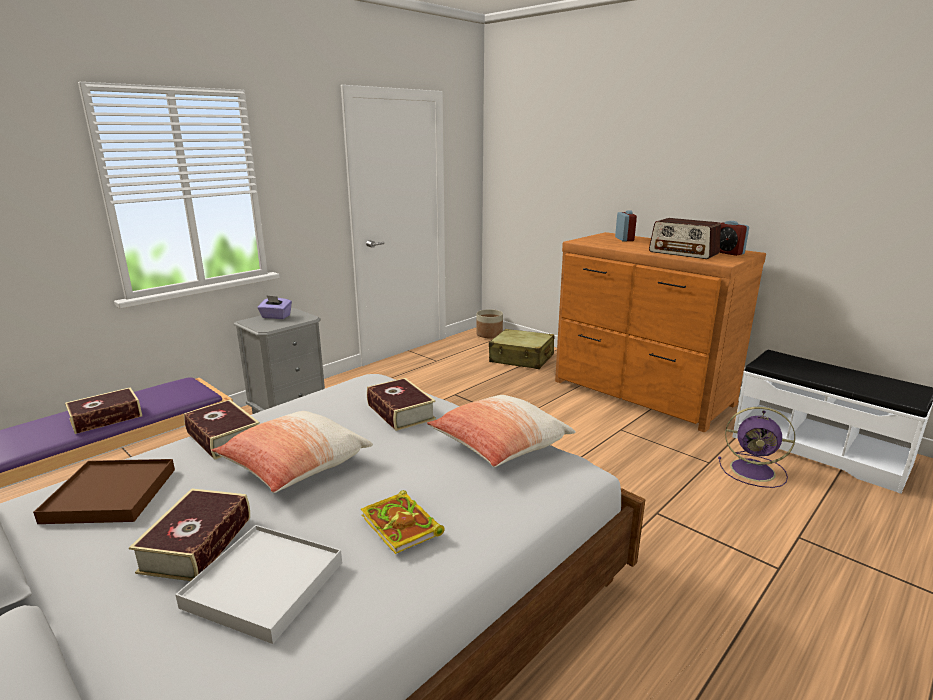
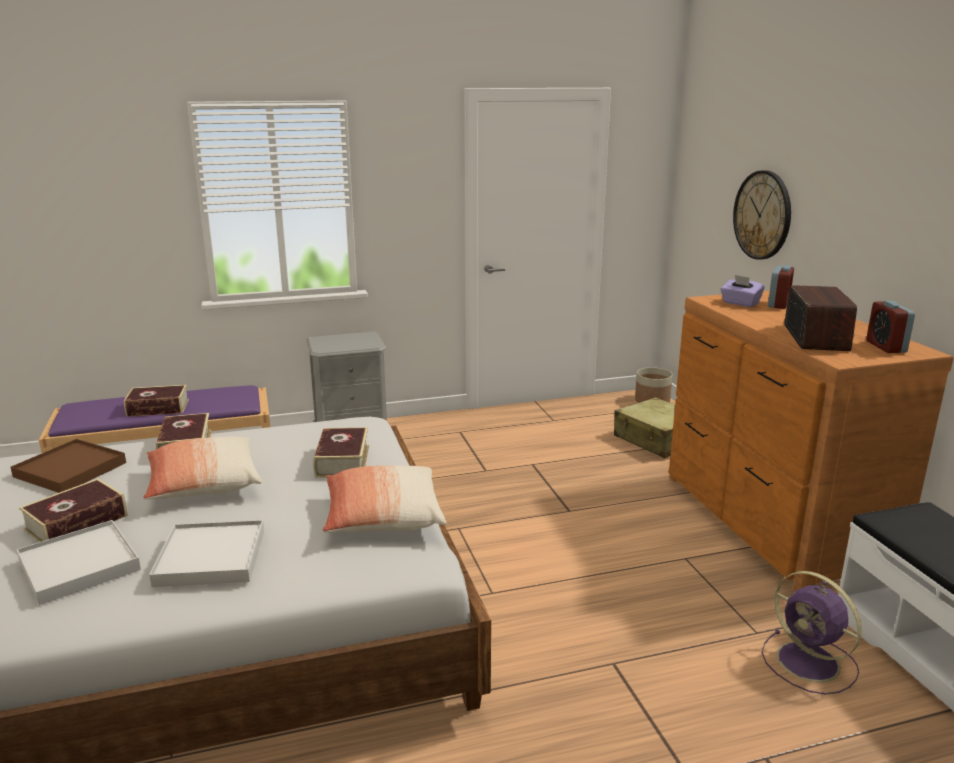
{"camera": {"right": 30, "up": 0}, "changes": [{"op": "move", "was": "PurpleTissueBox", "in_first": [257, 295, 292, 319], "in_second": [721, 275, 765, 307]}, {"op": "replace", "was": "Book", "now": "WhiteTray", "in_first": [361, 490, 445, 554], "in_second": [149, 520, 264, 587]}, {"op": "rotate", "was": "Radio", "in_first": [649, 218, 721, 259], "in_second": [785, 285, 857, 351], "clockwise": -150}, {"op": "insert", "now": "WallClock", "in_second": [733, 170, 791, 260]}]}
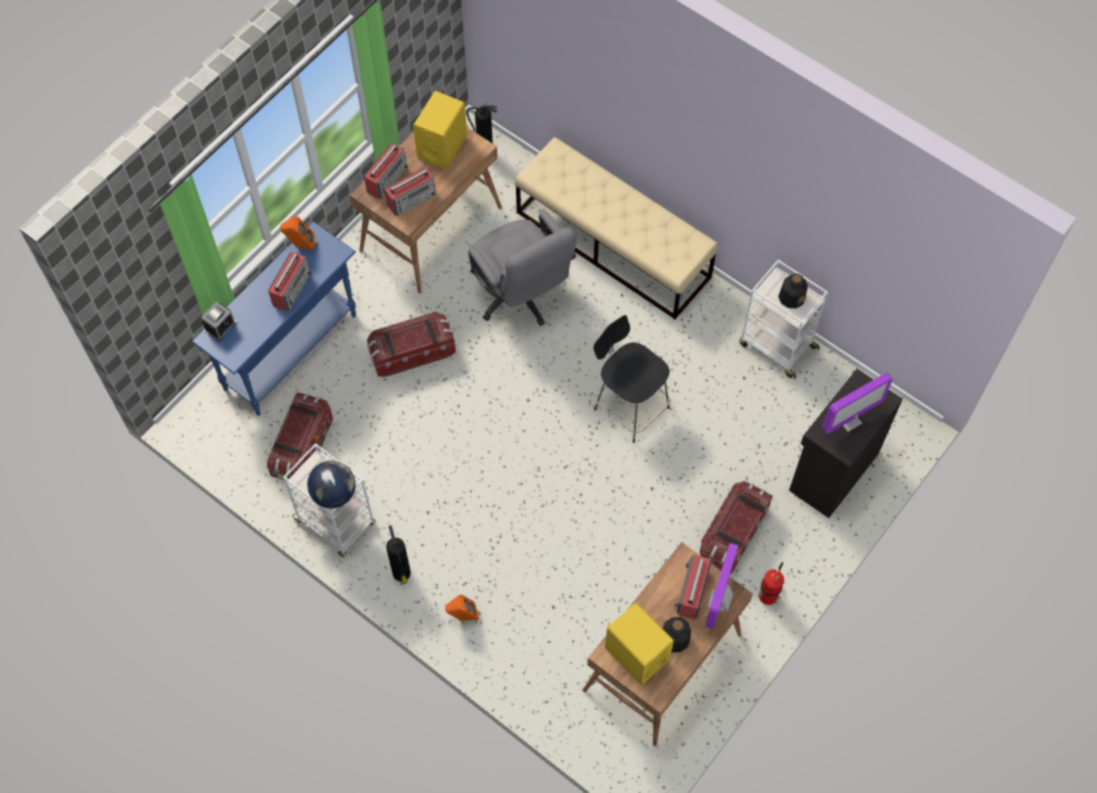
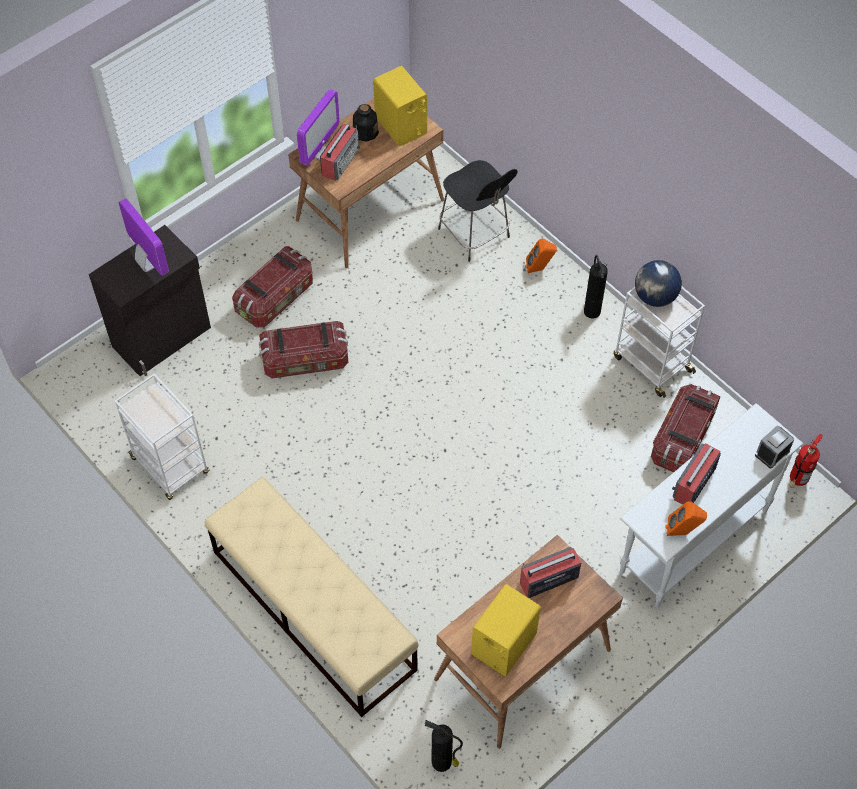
{"camera": {"right": -170, "up": -5}, "changes": [{"op": "recolor", "was": "BlueConsoleTable", "now": "WhiteConsoleTable", "in_first": [192, 221, 356, 416], "in_second": [620, 403, 803, 608]}, {"op": "delete", "was": "Radio", "in_first": [364, 143, 408, 199]}, {"op": "move", "was": "StorageBox", "in_first": [367, 312, 456, 377], "in_second": [259, 321, 348, 378]}, {"op": "delete", "was": "GreyOfficeChair", "in_first": [468, 209, 576, 326]}, {"op": "move", "was": "BlackStool", "in_first": [593, 315, 670, 443], "in_second": [438, 160, 518, 262]}, {"op": "move", "was": "FireExtinguisher", "in_first": [759, 562, 784, 605], "in_second": [789, 434, 823, 488]}, {"op": "delete", "was": "Bottle", "in_first": [778, 274, 808, 308]}, {"op": "rotate", "was": "Monitor", "in_first": [822, 373, 893, 434], "in_second": [119, 199, 169, 276], "clockwise": 75}]}
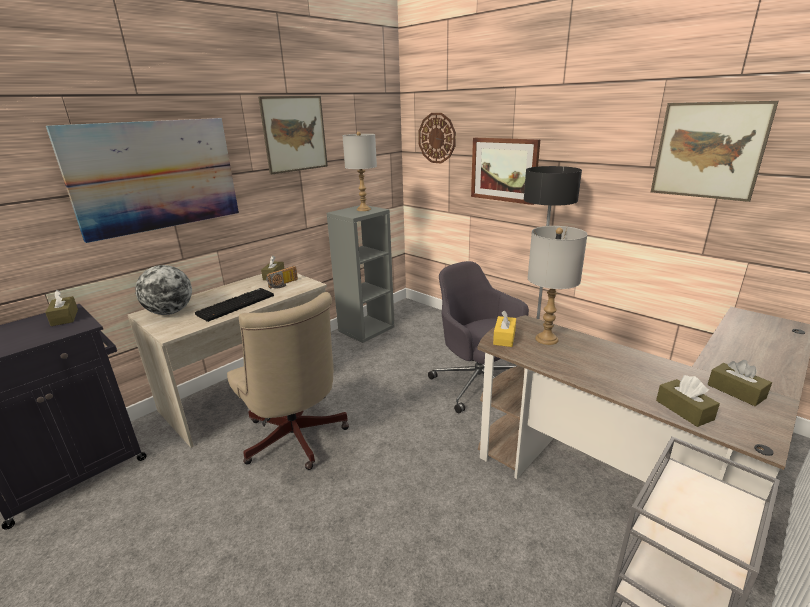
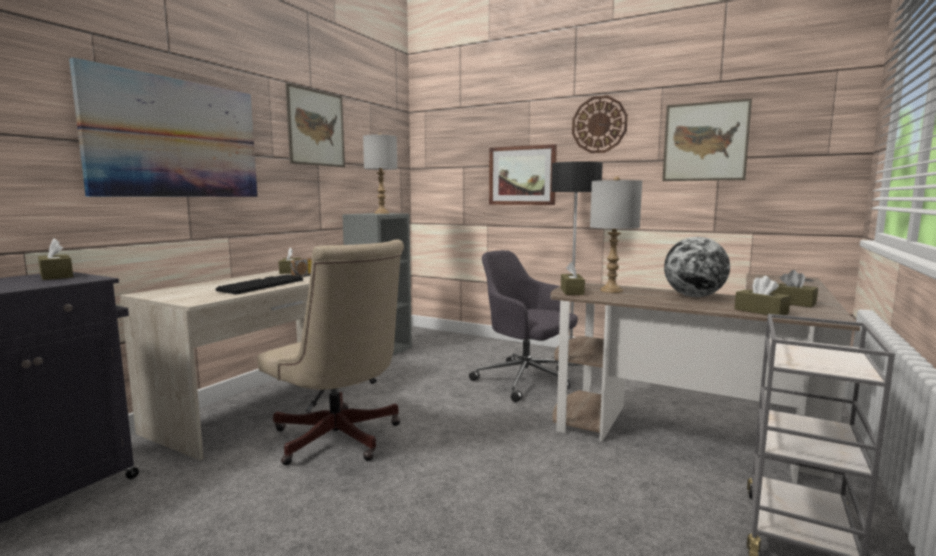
{"camera": {"right": -15, "up": -15}, "changes": [{"op": "move", "was": "Globe", "in_first": [136, 265, 192, 315], "in_second": [664, 237, 730, 297]}, {"op": "move", "was": "WallClock", "in_first": [418, 113, 456, 163], "in_second": [572, 95, 628, 153]}, {"op": "recolor", "was": "YellowTissueBox", "now": "BrownTissueBox", "in_first": [493, 311, 516, 347], "in_second": [561, 262, 585, 295]}]}
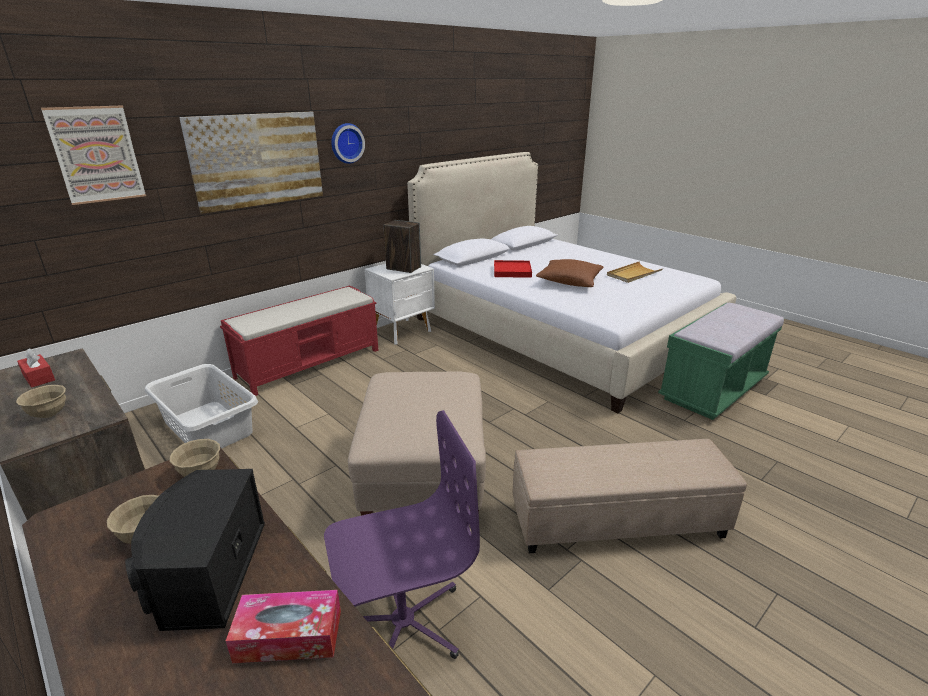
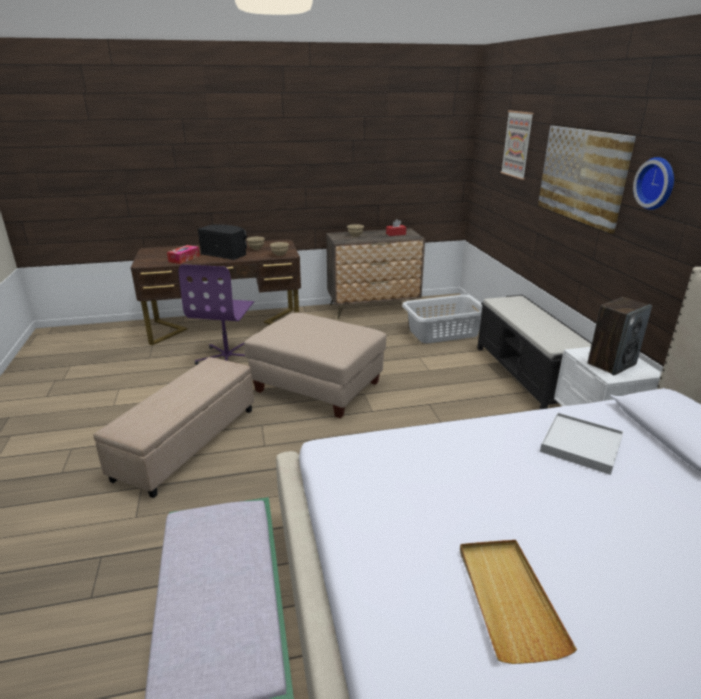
{"camera": {"right": 120, "up": 0}, "changes": [{"op": "recolor", "was": "RedBench", "now": "BlackBench", "in_first": [220, 286, 379, 396], "in_second": [477, 295, 592, 409]}, {"op": "recolor", "was": "RedTray", "now": "WhiteTray", "in_first": [494, 260, 532, 278], "in_second": [540, 412, 624, 475]}, {"op": "delete", "was": "BrownPillow", "in_first": [536, 259, 604, 287]}]}
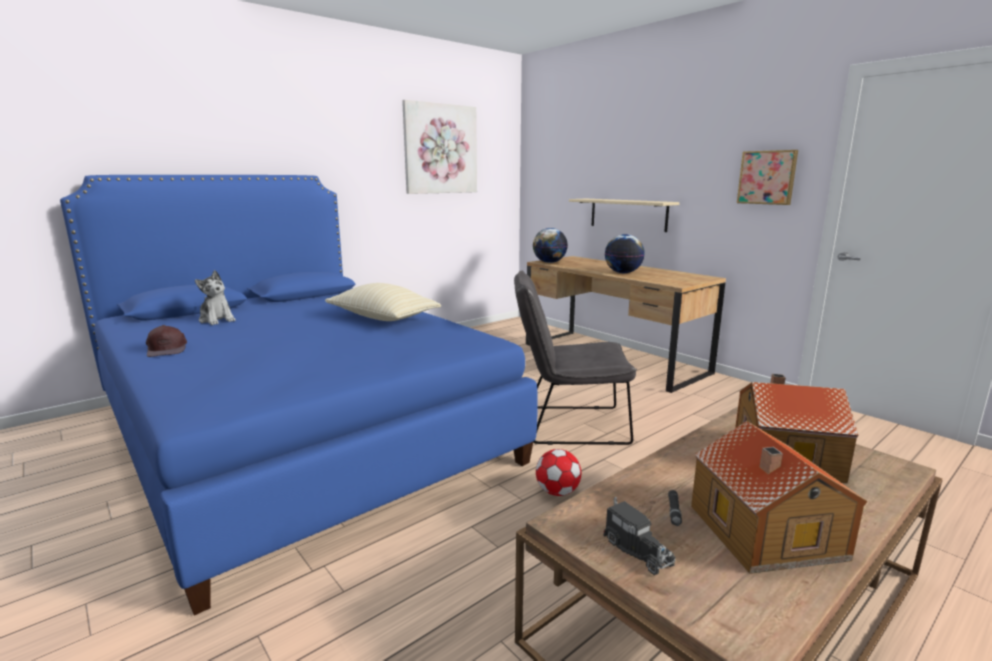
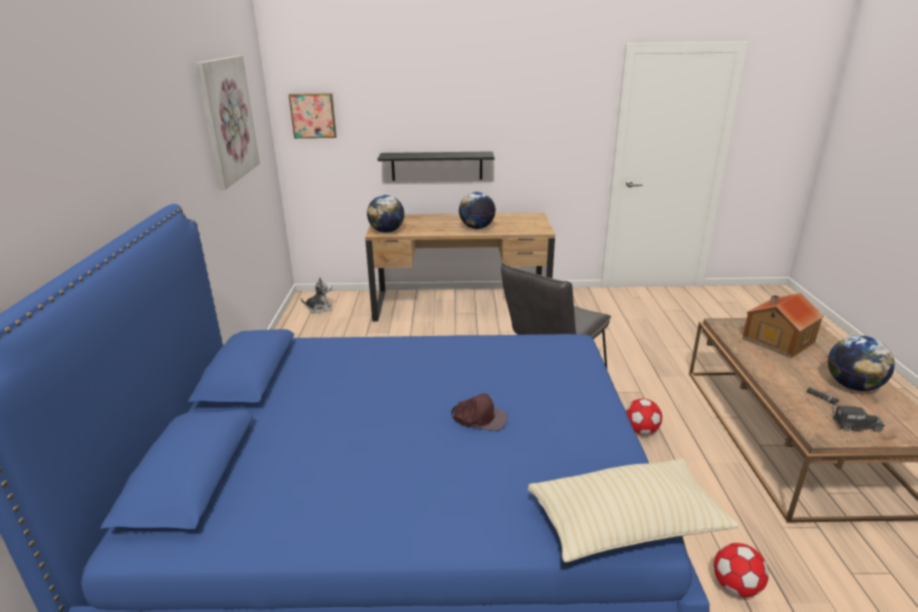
{"camera": {"right": -50, "up": 10}, "changes": [{"op": "move", "was": "BrownCap", "in_first": [146, 325, 187, 357], "in_second": [451, 393, 508, 431]}, {"op": "move", "was": "PlushToy", "in_first": [195, 270, 236, 325], "in_second": [301, 277, 332, 313]}, {"op": "move", "was": "BeigePillow", "in_first": [325, 283, 441, 321], "in_second": [528, 459, 739, 562]}, {"op": "recolor", "was": "BeigeShelf", "now": "BlackShelf", "in_first": [569, 199, 680, 232], "in_second": [378, 151, 494, 181]}, {"op": "replace", "was": "ToyHouse", "now": "Globe", "in_first": [691, 421, 868, 574], "in_second": [828, 335, 895, 391]}, {"op": "move", "was": "Picture", "in_first": [737, 150, 798, 205], "in_second": [288, 93, 337, 138]}, {"op": "insert", "now": "Football", "in_second": [714, 543, 769, 597]}]}
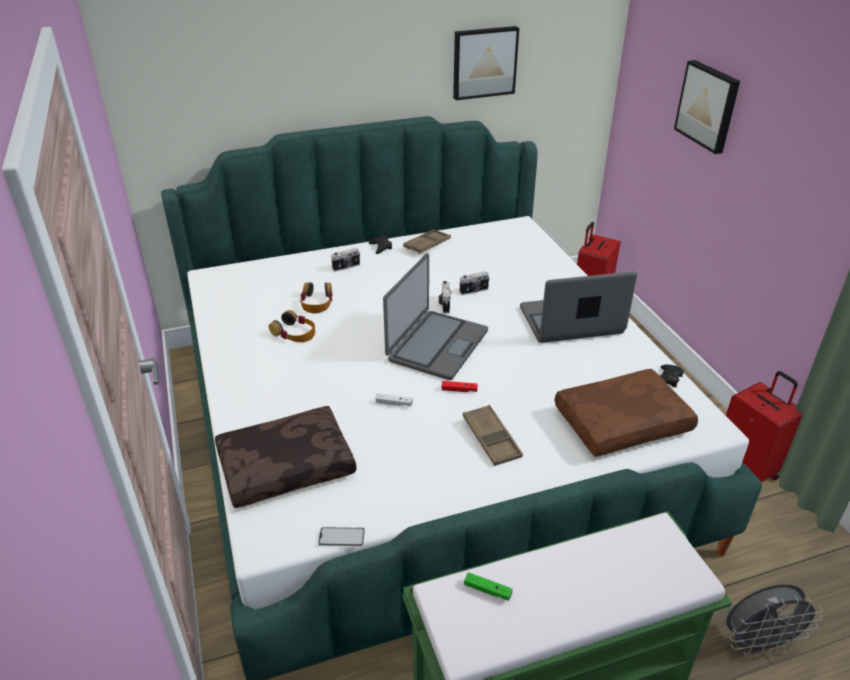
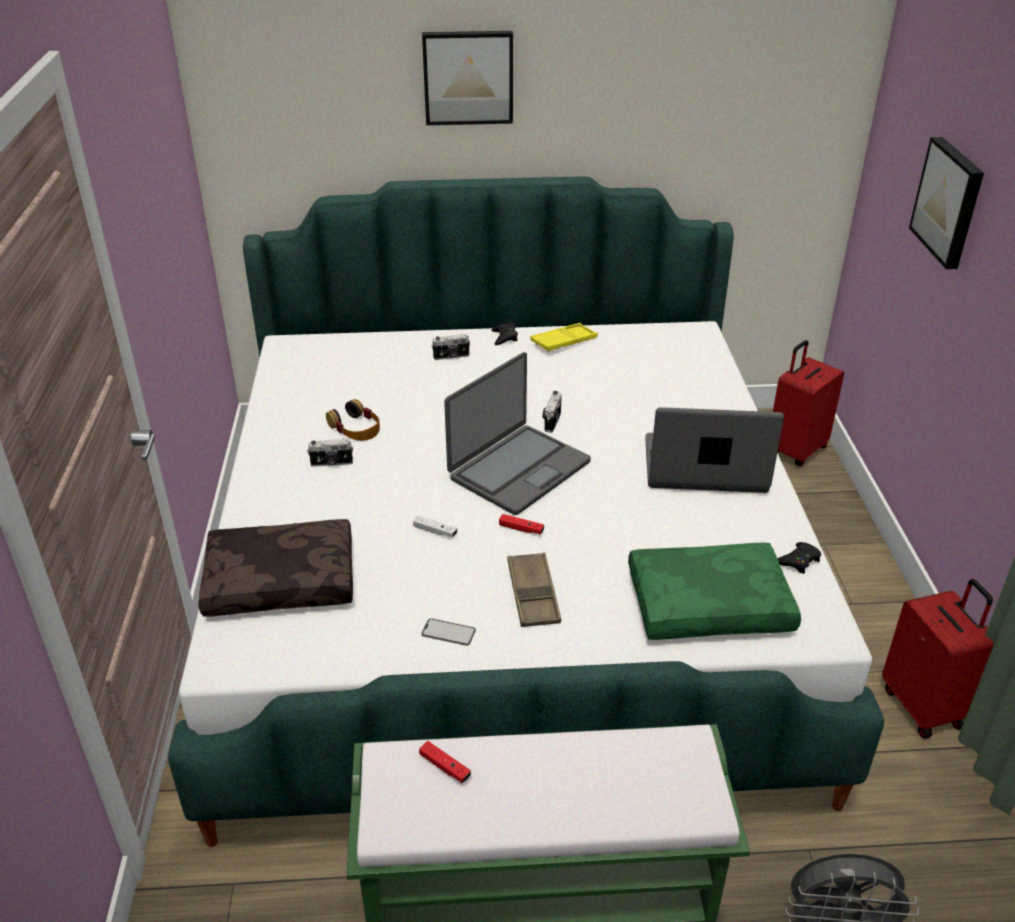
{"camera": {"right": 15, "up": 0}, "changes": [{"op": "delete", "was": "Headphones", "in_first": [300, 282, 333, 313]}, {"op": "move", "was": "Phone", "in_first": [318, 527, 365, 546], "in_second": [421, 618, 476, 646]}, {"op": "recolor", "was": "BrownTray", "now": "YellowTray", "in_first": [403, 229, 451, 254], "in_second": [530, 323, 598, 352]}, {"op": "move", "was": "Picture", "in_first": [453, 26, 519, 100], "in_second": [422, 31, 513, 125]}, {"op": "move", "was": "PhotoCamera", "in_first": [459, 271, 490, 295], "in_second": [307, 439, 353, 467]}, {"op": "recolor", "was": "GreenGameController", "now": "RedGameController", "in_first": [464, 572, 513, 601], "in_second": [419, 741, 471, 783]}, {"op": "recolor", "was": "BrownPillow", "now": "GreenPillow", "in_first": [555, 369, 698, 457], "in_second": [628, 543, 801, 640]}]}
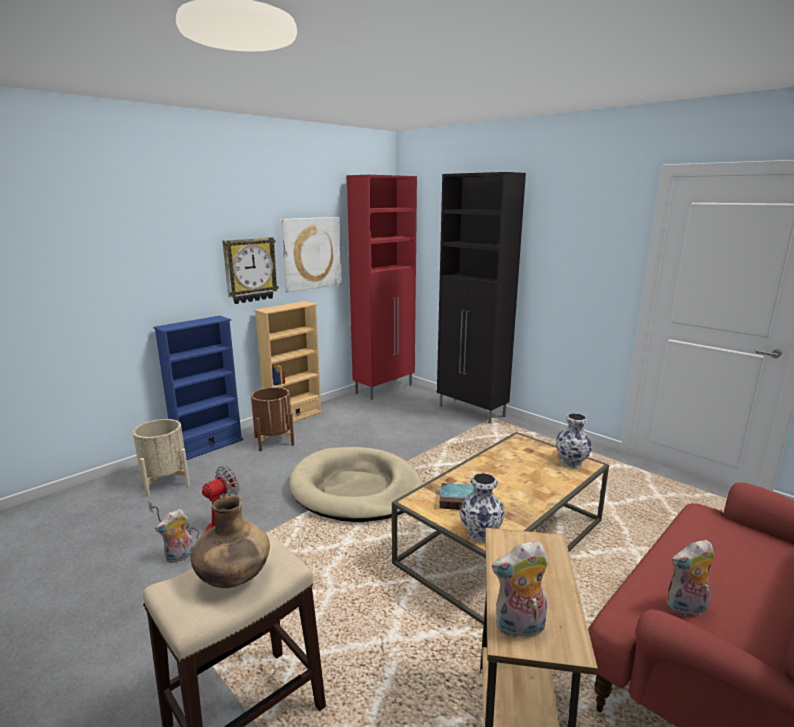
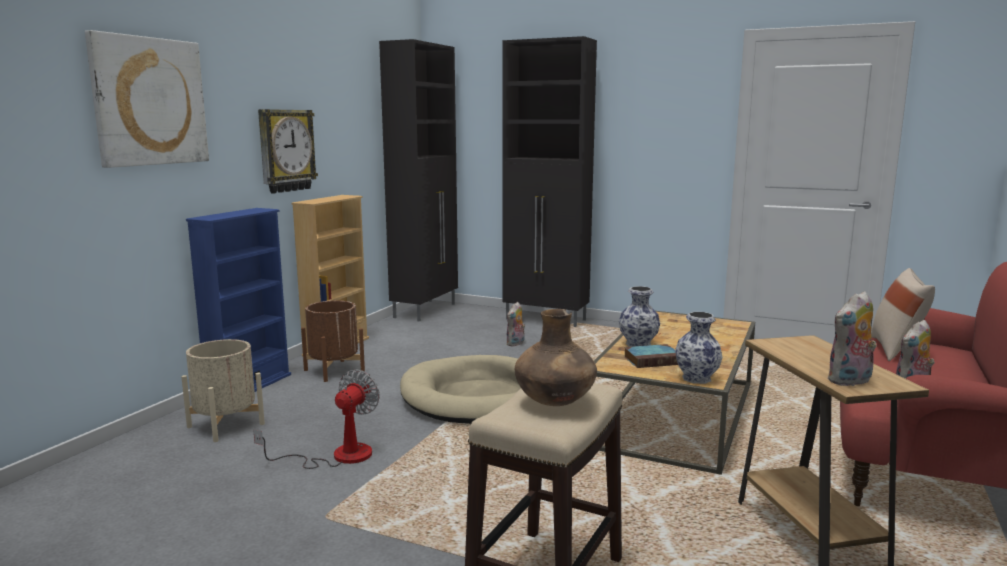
{"camera": {"right": -20, "up": -5}, "changes": [{"op": "move", "was": "PlushToy", "in_first": [155, 509, 193, 563], "in_second": [506, 302, 525, 346]}, {"op": "move", "was": "Picture", "in_first": [280, 217, 342, 293], "in_second": [85, 30, 209, 168]}, {"op": "recolor", "was": "RedCabinet", "now": "BlackCabinet", "in_first": [347, 175, 417, 400], "in_second": [379, 39, 458, 322]}, {"op": "move", "was": "Vase", "in_first": [556, 413, 592, 468], "in_second": [619, 286, 660, 347]}, {"op": "insert", "now": "BeigePillow", "in_second": [871, 268, 935, 361]}]}
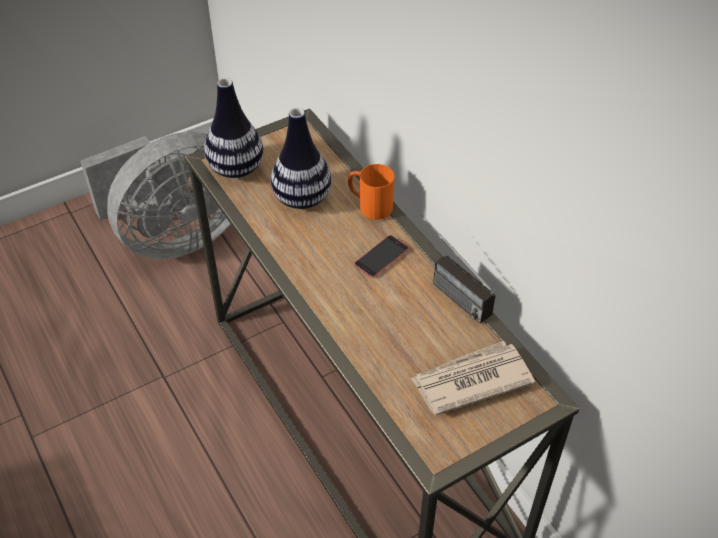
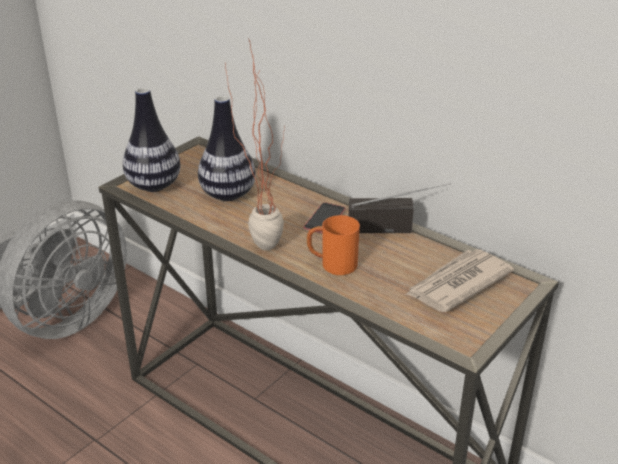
{"camera": {"right": -20, "up": -15}, "changes": [{"op": "move", "was": "OrangeMug", "in_first": [348, 164, 395, 220], "in_second": [307, 215, 360, 275]}, {"op": "rotate", "was": "Radio", "in_first": [422, 215, 496, 324], "in_second": [349, 183, 451, 233], "clockwise": 150}, {"op": "insert", "now": "PottedPlant", "in_second": [226, 38, 285, 250]}]}
